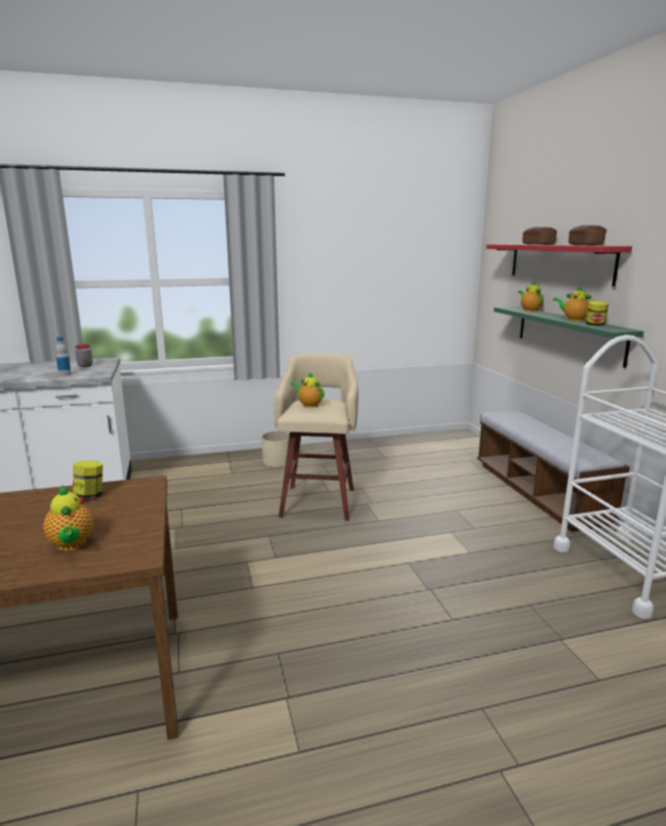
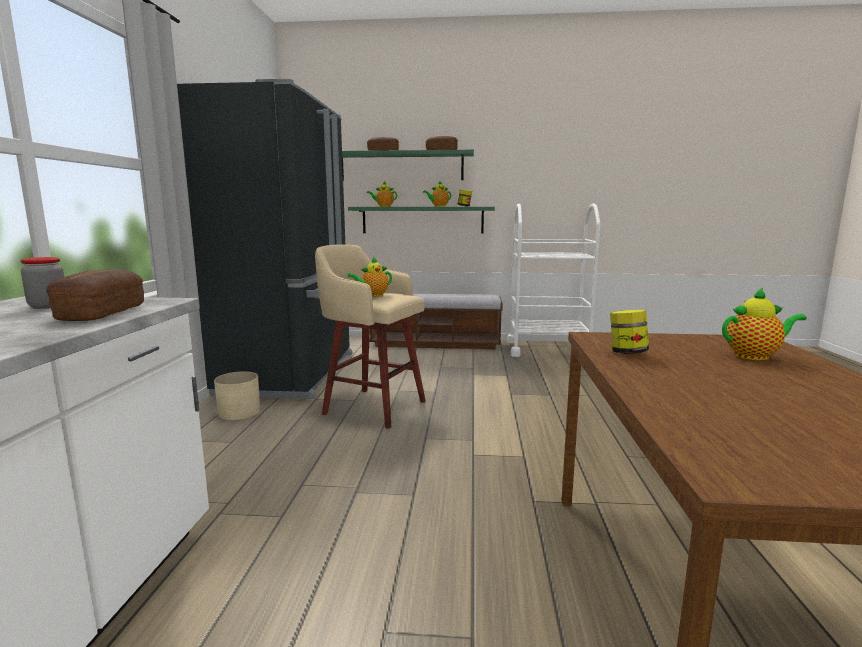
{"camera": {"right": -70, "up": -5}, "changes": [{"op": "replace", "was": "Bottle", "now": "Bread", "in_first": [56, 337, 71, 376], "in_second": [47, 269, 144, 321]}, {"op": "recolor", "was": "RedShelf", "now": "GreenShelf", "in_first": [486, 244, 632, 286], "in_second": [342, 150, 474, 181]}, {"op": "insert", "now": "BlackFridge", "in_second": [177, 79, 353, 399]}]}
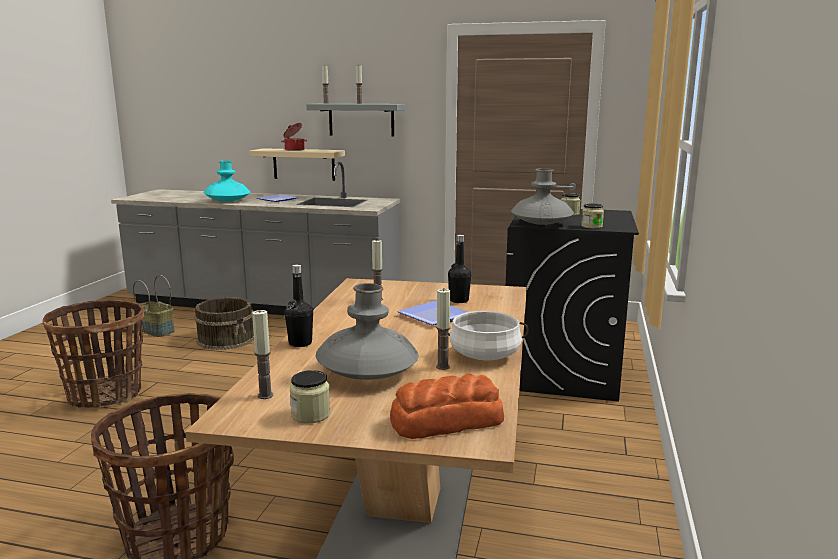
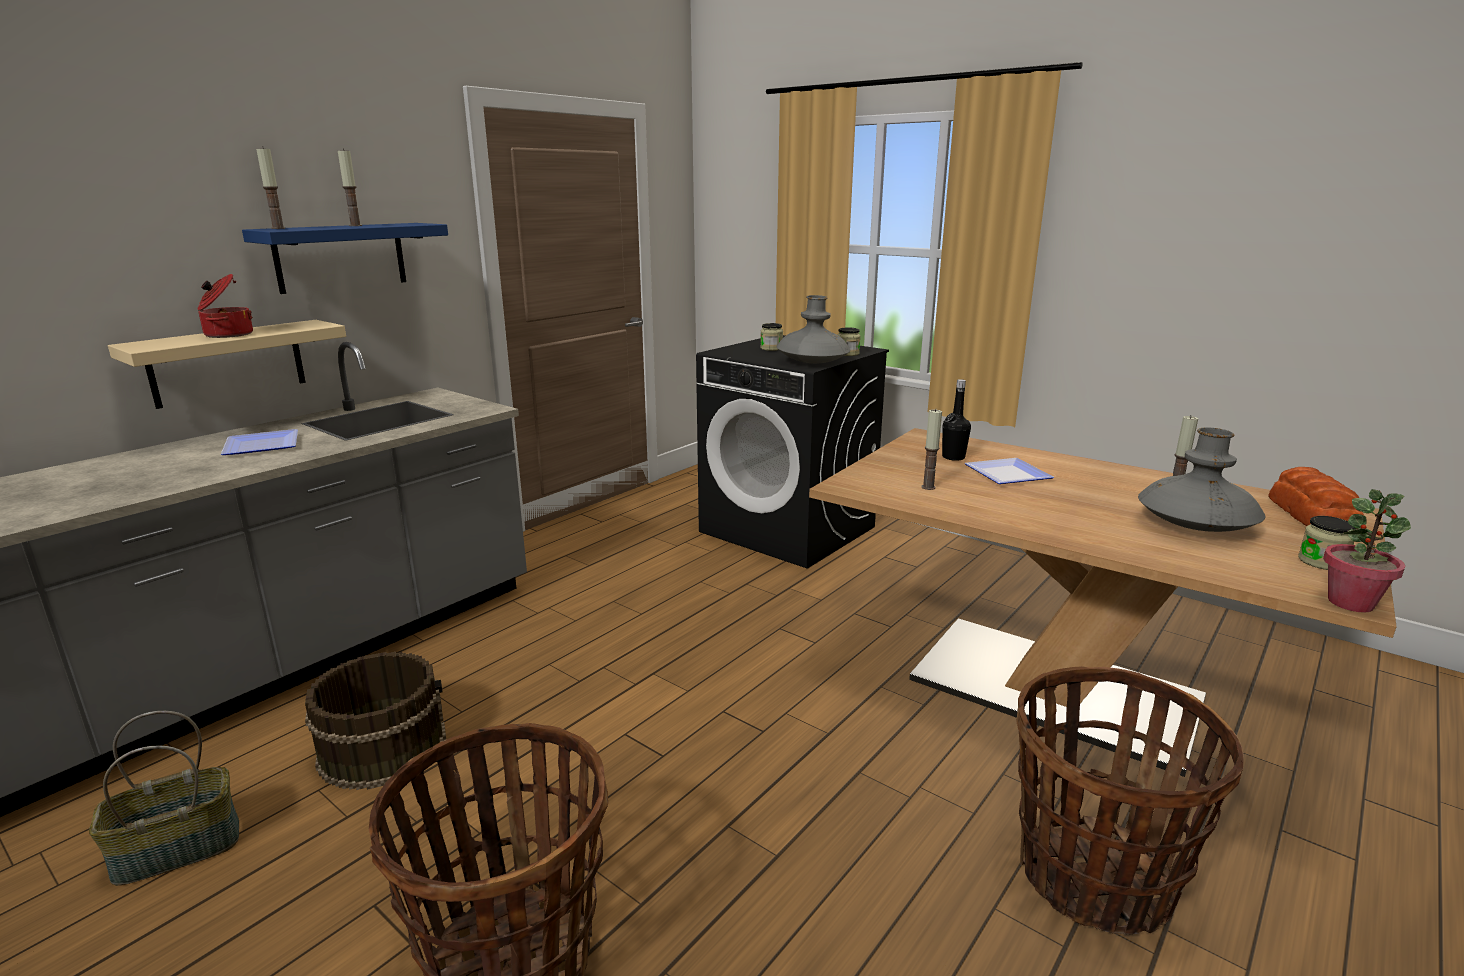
{"camera": {"right": -65, "up": 5}, "changes": [{"op": "delete", "was": "TurquoiseVase", "in_first": [204, 160, 250, 202]}, {"op": "delete", "was": "Candle", "in_first": [252, 310, 273, 399]}, {"op": "delete", "was": "BlackBottle", "in_first": [285, 265, 313, 347]}, {"op": "recolor", "was": "GreyShelf", "now": "BlueShelf", "in_first": [306, 104, 405, 136], "in_second": [242, 223, 448, 294]}, {"op": "delete", "was": "WhiteCookingPot", "in_first": [448, 311, 529, 360]}, {"op": "insert", "now": "PottedPlant", "in_second": [1323, 489, 1411, 613]}]}
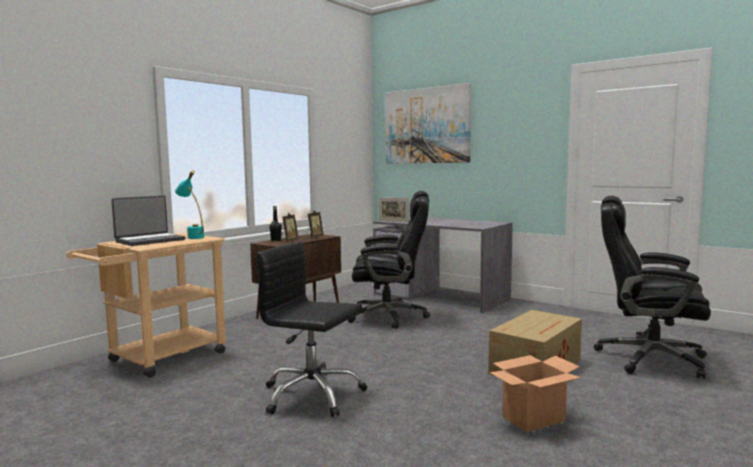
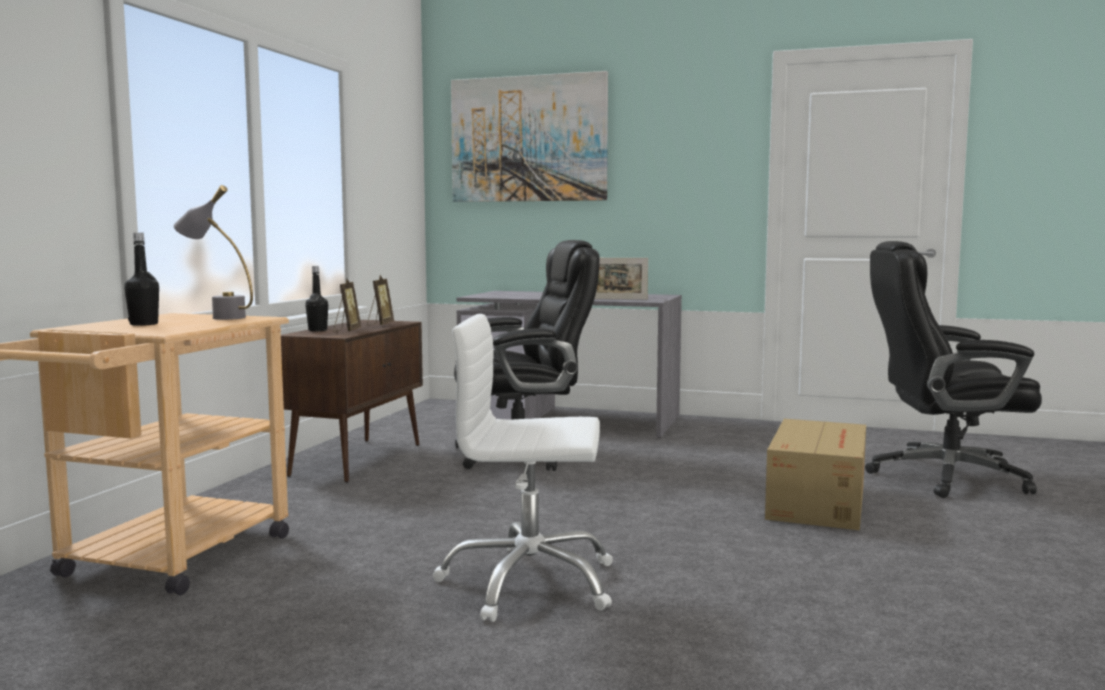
{"camera": {"right": -20, "up": 0}, "changes": [{"op": "replace", "was": "Laptop", "now": "BlackBottle", "in_first": [111, 196, 185, 246], "in_second": [124, 233, 159, 326]}, {"op": "recolor", "was": "TurquoiseTableLamp", "now": "GreyTableLamp", "in_first": [175, 170, 204, 239], "in_second": [174, 185, 253, 320]}, {"op": "recolor", "was": "BlackOfficeChair", "now": "WhiteOfficeChair", "in_first": [256, 242, 368, 417], "in_second": [432, 314, 613, 622]}, {"op": "move", "was": "PictureFrame", "in_first": [379, 198, 409, 222], "in_second": [595, 258, 648, 299]}, {"op": "delete", "was": "CardboardBox", "in_first": [489, 355, 581, 432]}]}
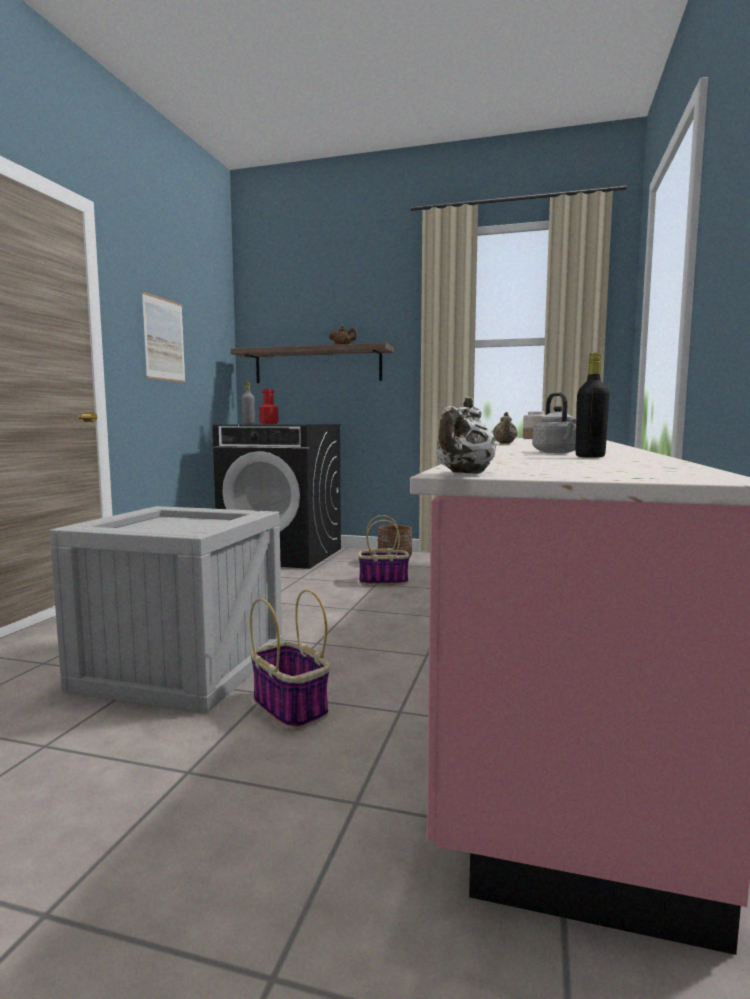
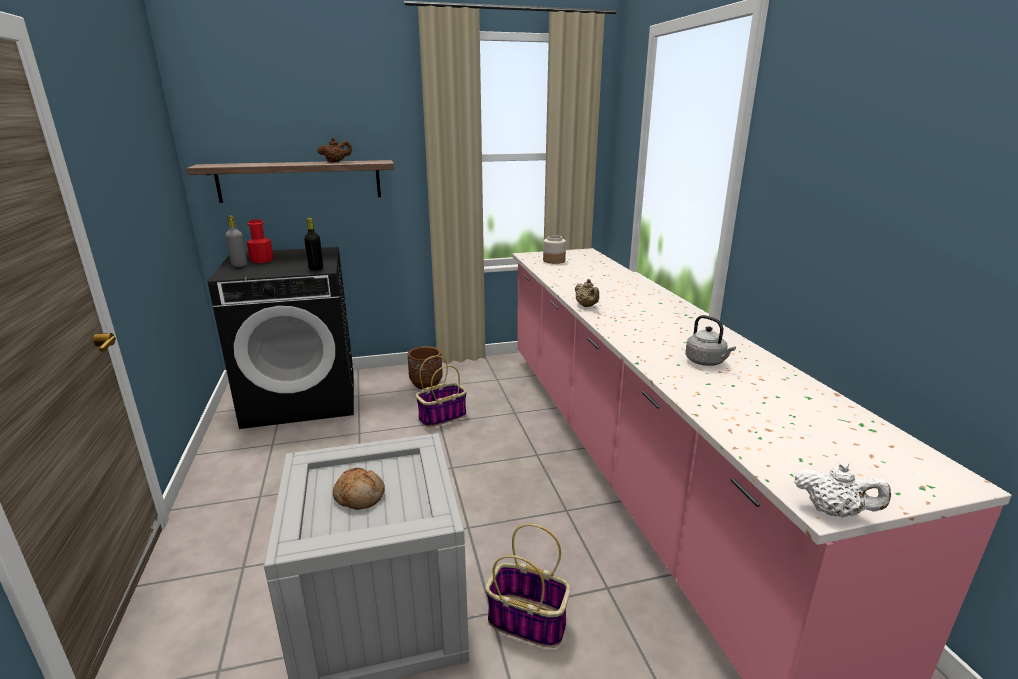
{"camera": {"right": -30, "up": 15}, "changes": [{"op": "delete", "was": "Picture", "in_first": [142, 292, 186, 382]}, {"op": "rotate", "was": "WhiteTeapot", "in_first": [436, 397, 496, 474], "in_second": [794, 462, 891, 517], "clockwise": -60}, {"op": "move", "was": "BlackBottle", "in_first": [575, 352, 610, 458], "in_second": [304, 218, 323, 270]}, {"op": "insert", "now": "Bread", "in_second": [333, 468, 385, 510]}]}
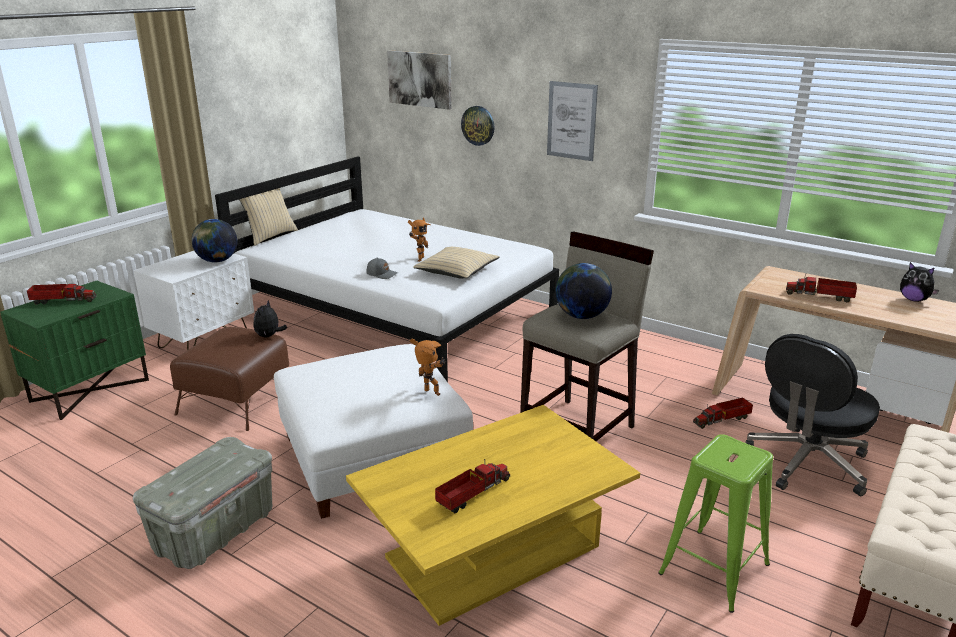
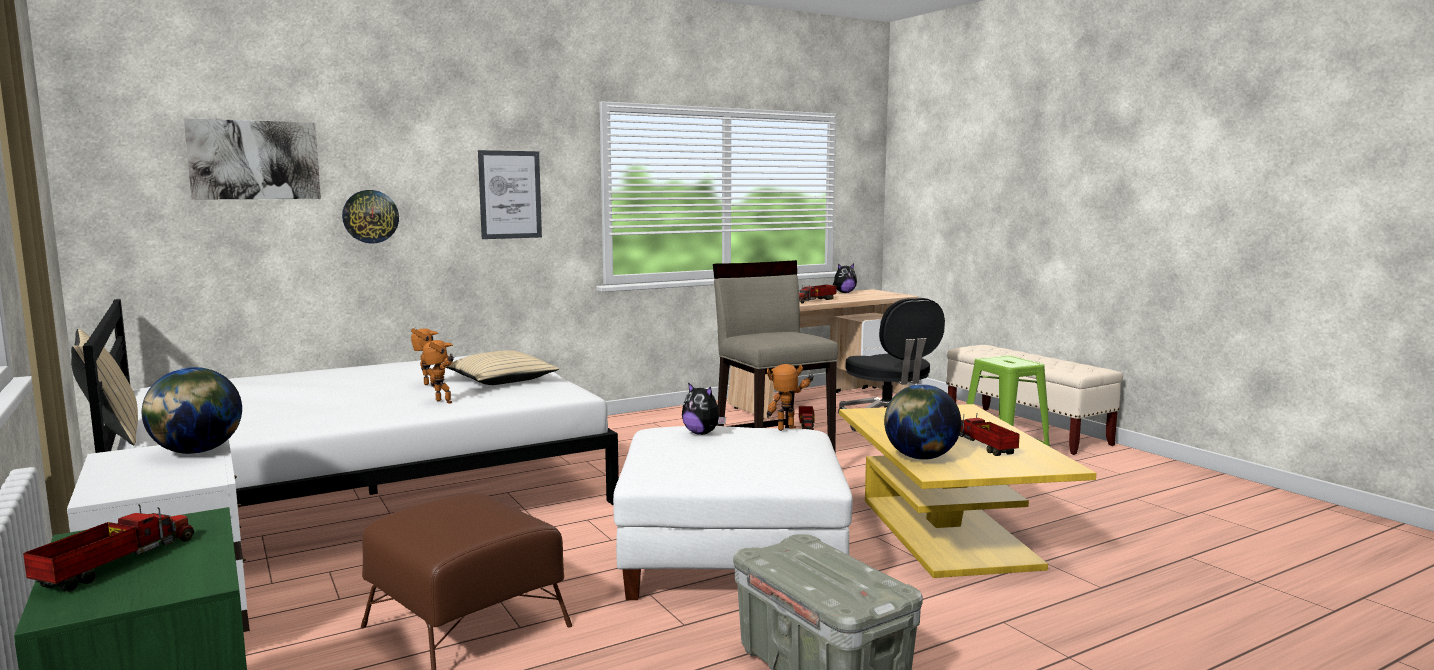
{"camera": {"right": -65, "up": -15}, "changes": [{"op": "move", "was": "PlushToy", "in_first": [254, 300, 287, 338], "in_second": [682, 382, 726, 435]}, {"op": "replace", "was": "GreyCap", "now": "ToyRobot", "in_first": [366, 258, 398, 279], "in_second": [419, 340, 454, 404]}, {"op": "move", "was": "Globe", "in_first": [555, 263, 612, 319], "in_second": [884, 384, 961, 460]}]}
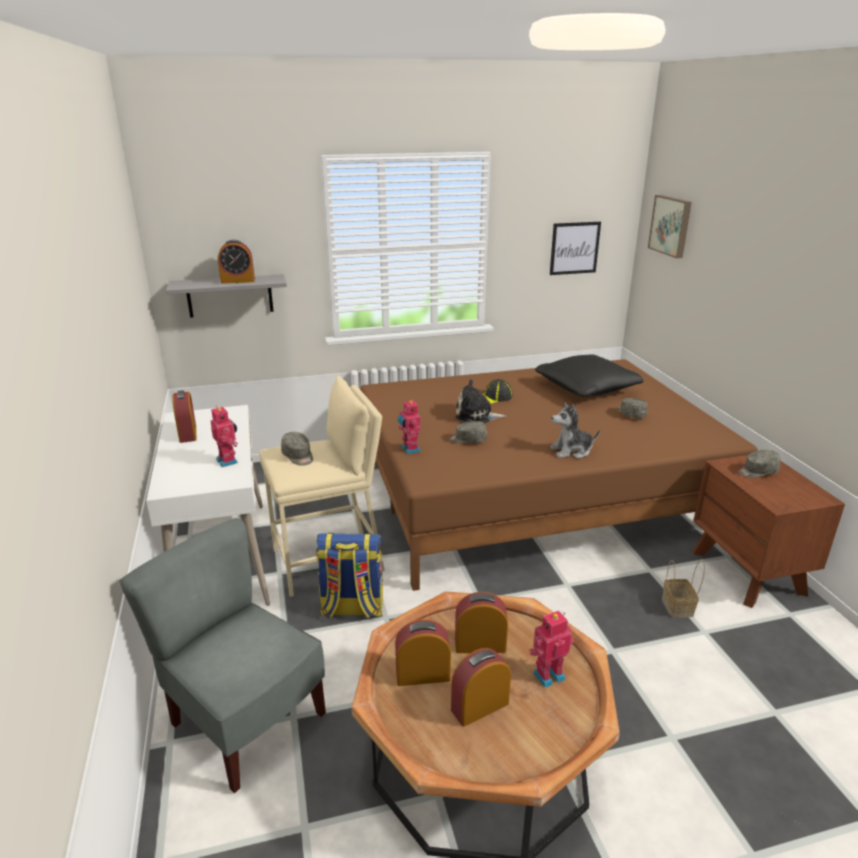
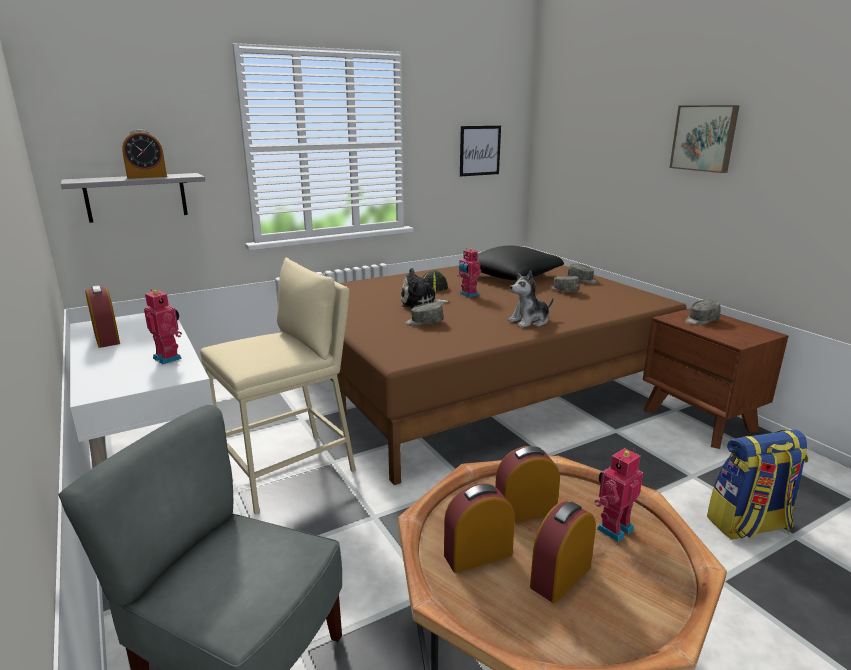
{"camera": {"right": -15, "up": -5}, "changes": [{"op": "move", "was": "GreyCap", "in_first": [281, 432, 313, 466], "in_second": [567, 263, 598, 284]}, {"op": "move", "was": "Backpack", "in_first": [316, 533, 383, 618], "in_second": [707, 430, 808, 540]}, {"op": "move", "was": "ToyRobot", "in_first": [398, 400, 421, 454], "in_second": [457, 248, 481, 298]}, {"op": "move", "was": "Picture", "in_first": [648, 195, 692, 258], "in_second": [669, 105, 740, 173]}, {"op": "delete", "was": "Basket", "in_first": [662, 559, 705, 618]}]}
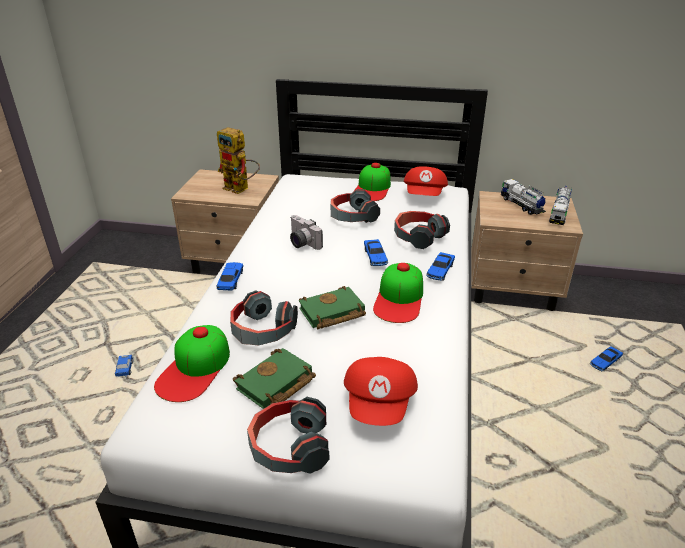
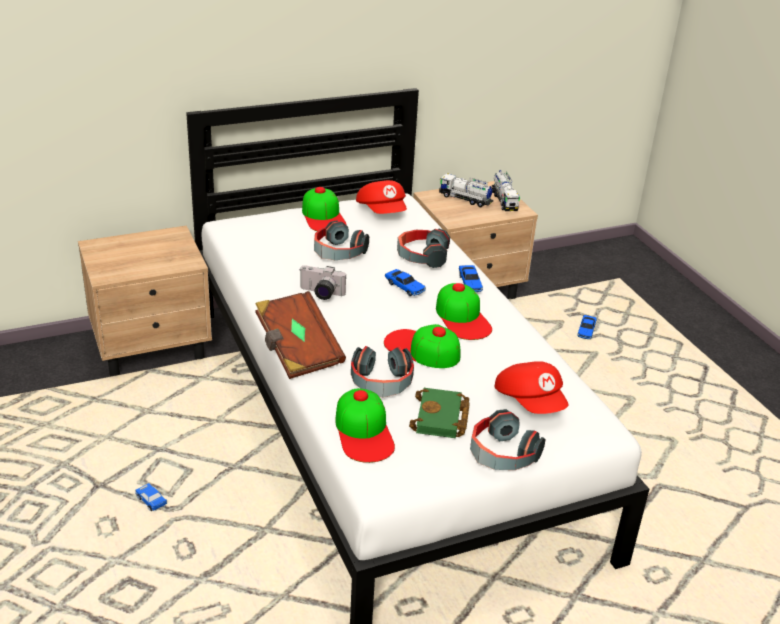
{"camera": {"right": -35, "up": 0}, "changes": [{"op": "delete", "was": "ToyRobot", "in_first": [217, 127, 260, 194]}, {"op": "replace", "was": "ToyCar", "now": "BrownBook", "in_first": [217, 262, 244, 291], "in_second": [255, 291, 346, 379]}, {"op": "replace", "was": "GreenBook", "now": "Cap", "in_first": [299, 286, 366, 329], "in_second": [384, 324, 461, 368]}]}
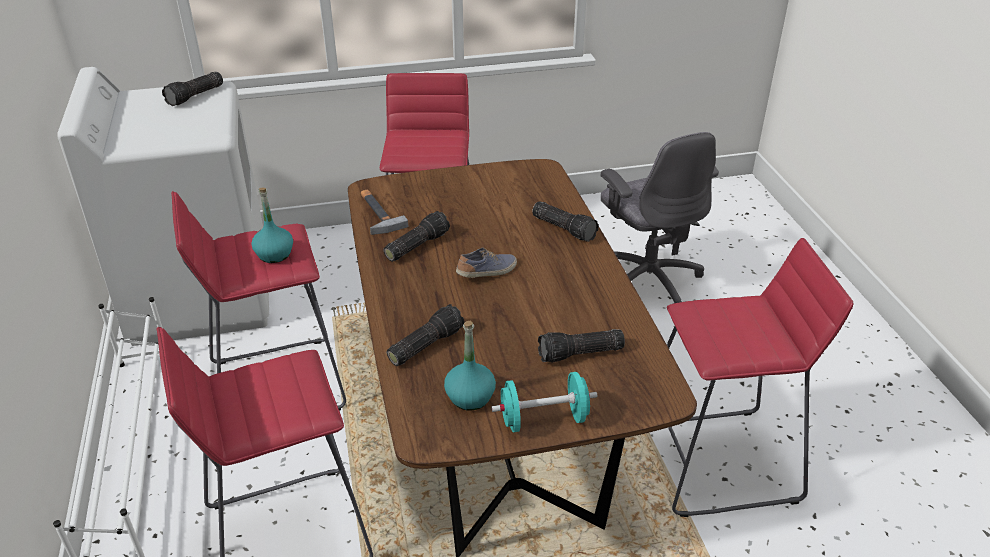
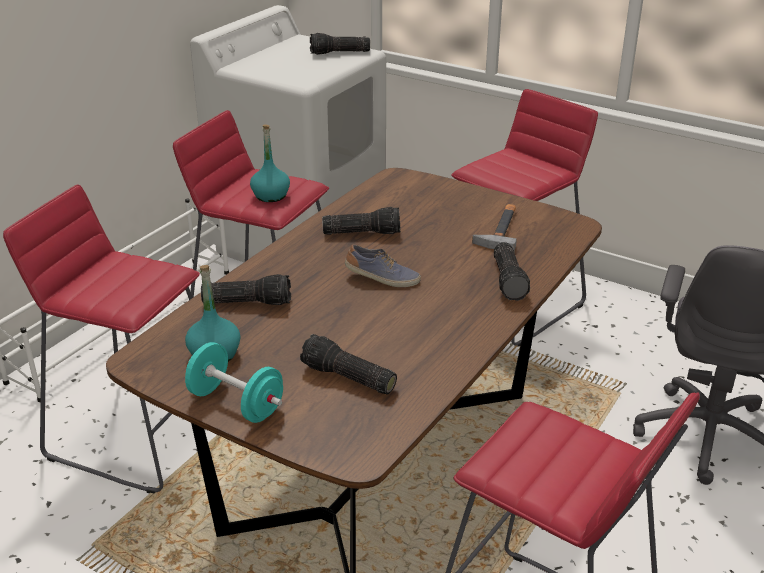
{"camera": {"right": 45, "up": -5}, "changes": [{"op": "move", "was": "Hammer", "in_first": [361, 190, 409, 235], "in_second": [472, 204, 517, 250]}]}
